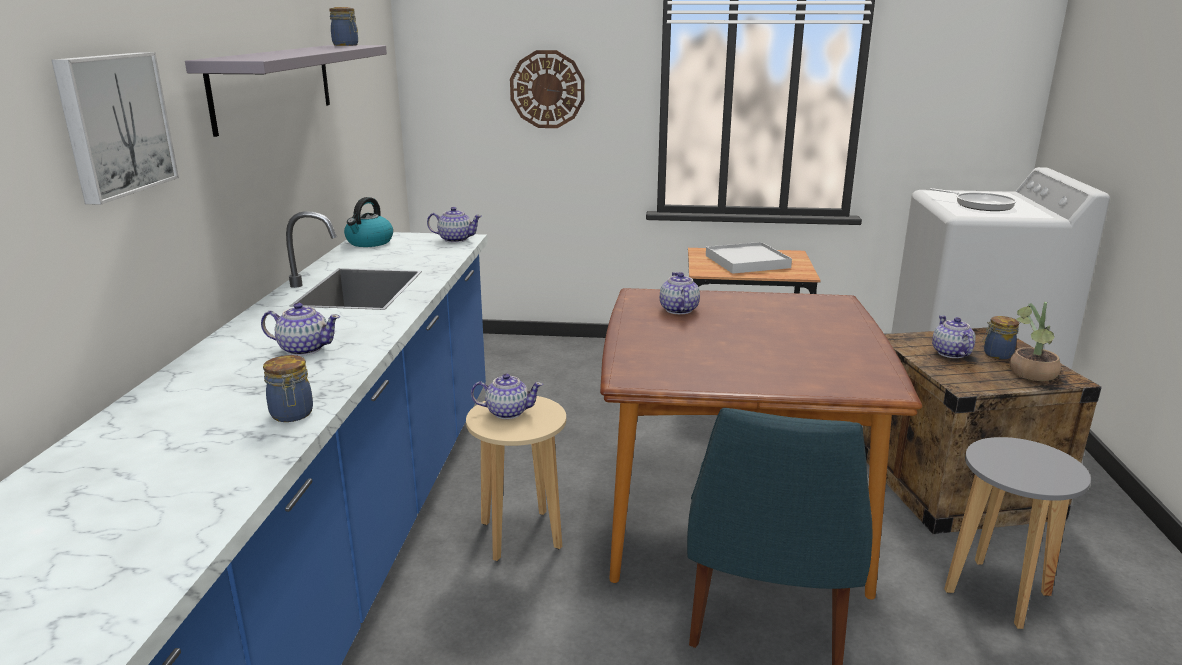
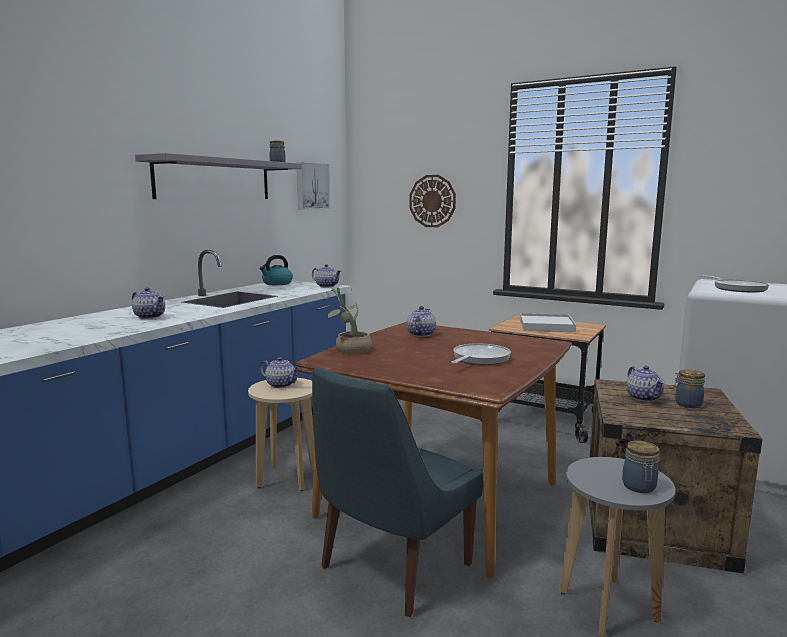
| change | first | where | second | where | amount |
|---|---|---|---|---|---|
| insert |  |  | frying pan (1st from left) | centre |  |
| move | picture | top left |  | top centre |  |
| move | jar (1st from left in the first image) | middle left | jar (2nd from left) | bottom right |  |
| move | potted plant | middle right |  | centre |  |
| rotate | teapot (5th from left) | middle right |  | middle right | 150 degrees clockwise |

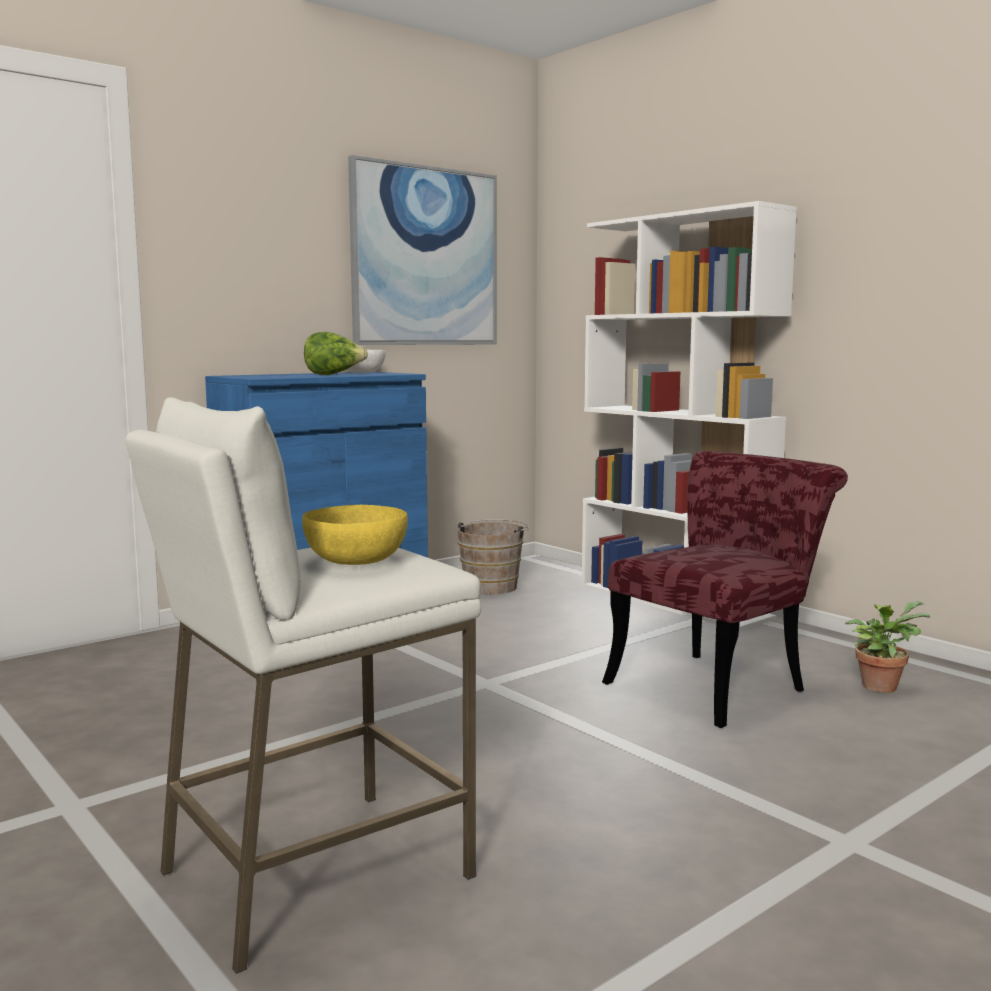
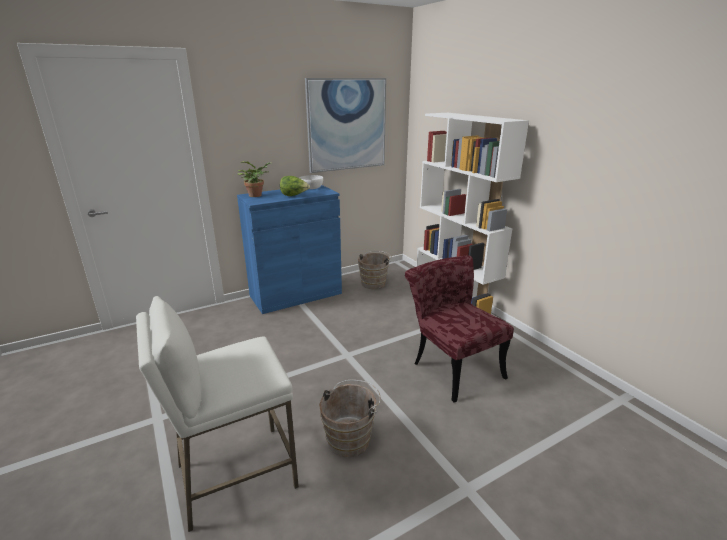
| change | first | where | second | where | amount |
|---|---|---|---|---|---|
| delete | yellow bowl | centre |  |  |  |
| insert |  |  | brown bucket (1st from left) | bottom centre |  |
| move | potted plant | middle right |  | top centre |  |
| rotate | red chair | middle right |  | centre | 90 degrees counterclockwise |

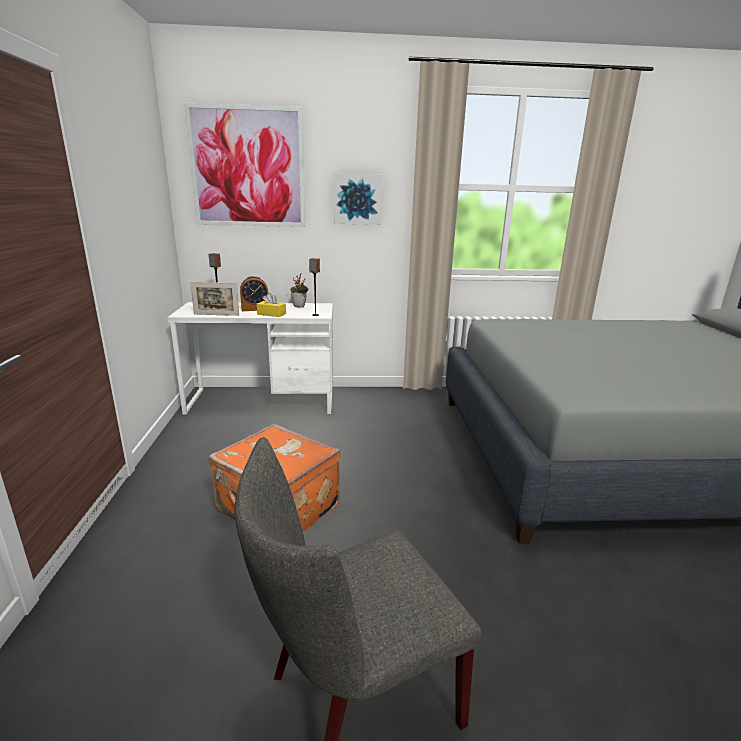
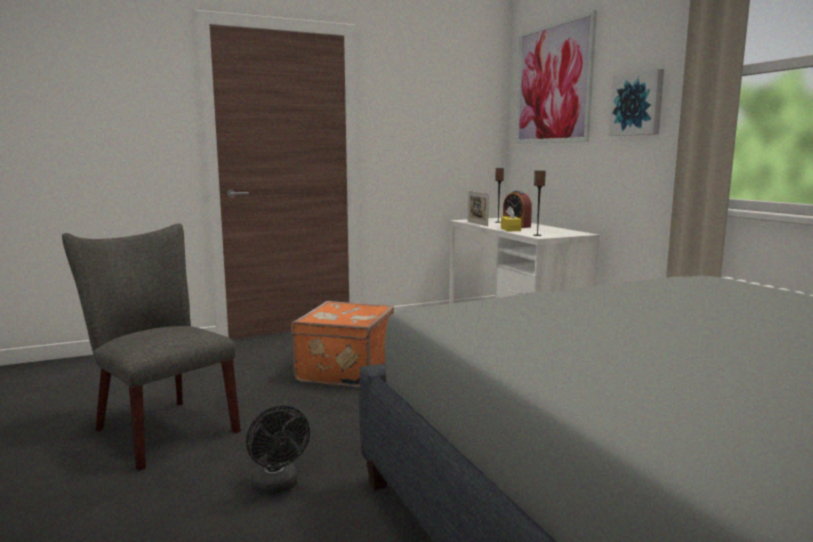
| change | first | where | second | where | amount |
|---|---|---|---|---|---|
| delete | potted plant | centre |  |  |  |
| insert |  |  | black fan | bottom centre |  |

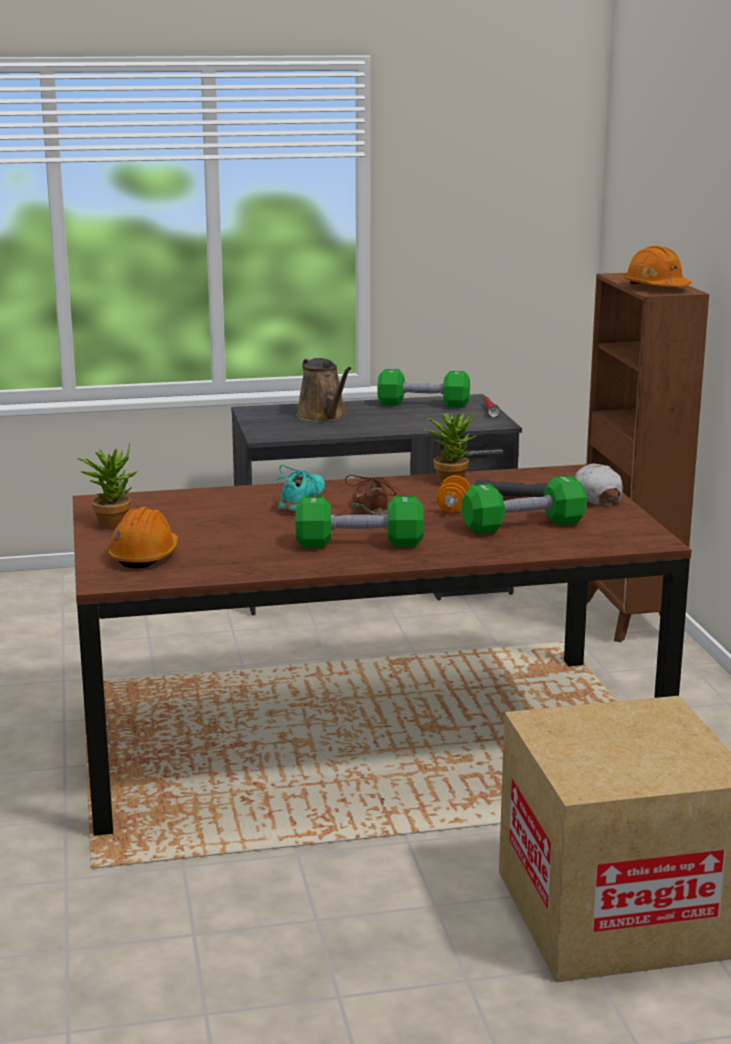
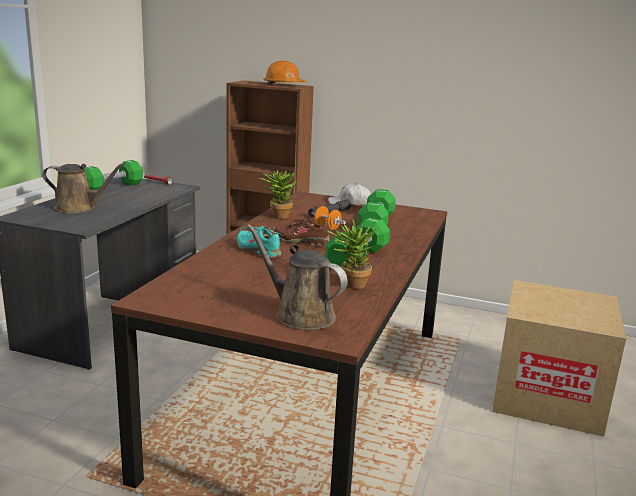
| change | first | where | second | where | amount |
|---|---|---|---|---|---|
| move | potted plant (1st from left in the first image) | middle left | potted plant (2nd from left) | centre |  |
| replace | orange hard hat (1st from left) | middle left | brown watering can (2nd from left) | centre |  |

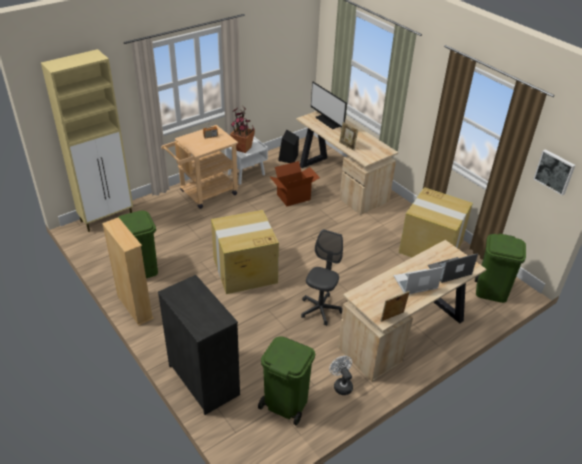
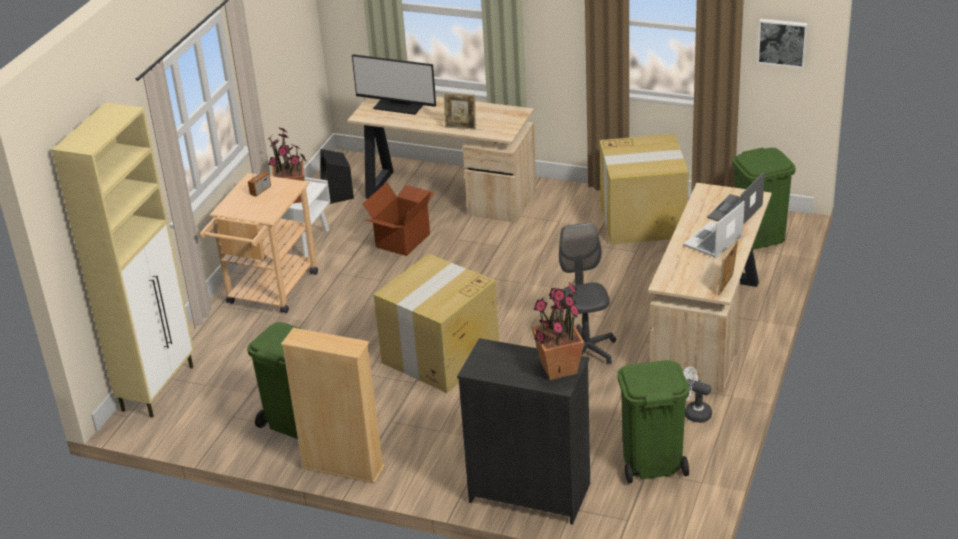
| change | first | where | second | where | amount |
|---|---|---|---|---|---|
| insert |  |  | potted plant (2nd from left) | centre |  |

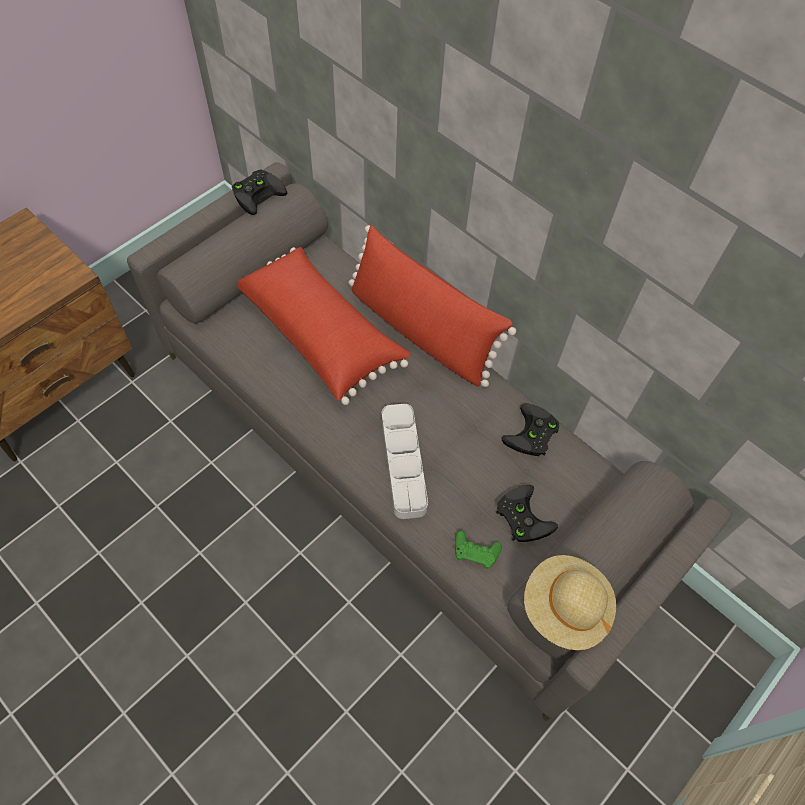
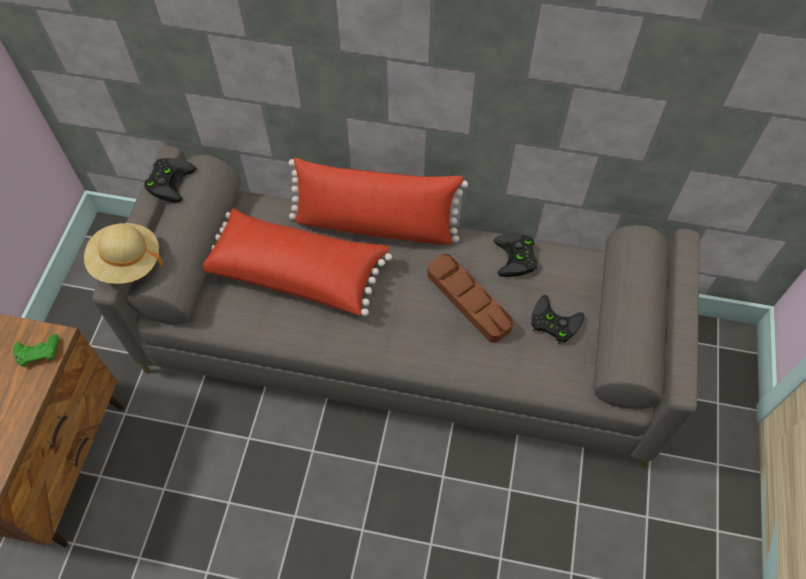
| change | first | where | second | where | amount |
|---|---|---|---|---|---|
| delete | grey tray | centre |  |  |  |
| insert |  |  | brown tray | centre |  |
| move | green game controller | bottom centre |  | middle left |  |
| move | beige hat | bottom right |  | middle left |  |

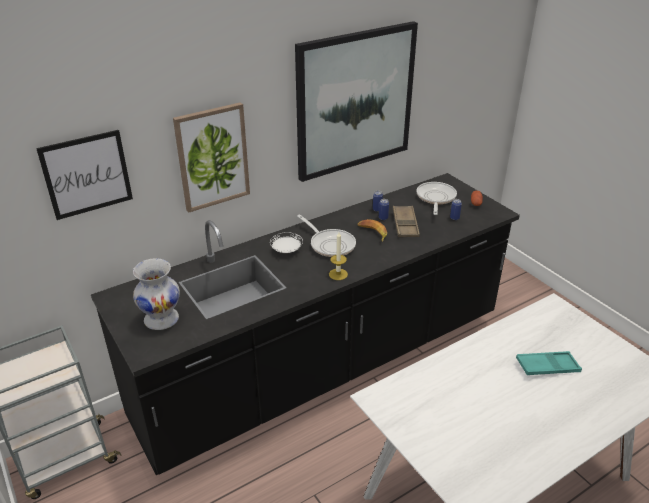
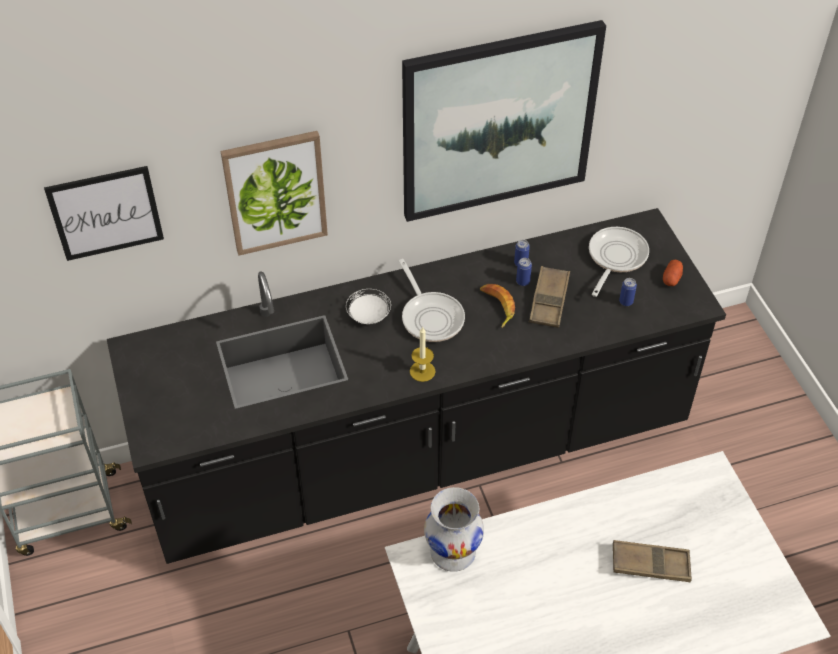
| change | first | where | second | where | amount |
|---|---|---|---|---|---|
| move | white vase | middle left |  | bottom centre |  |
| recolor | turquoise tray | bottom right | brown tray (2nd from left) | bottom right |  |

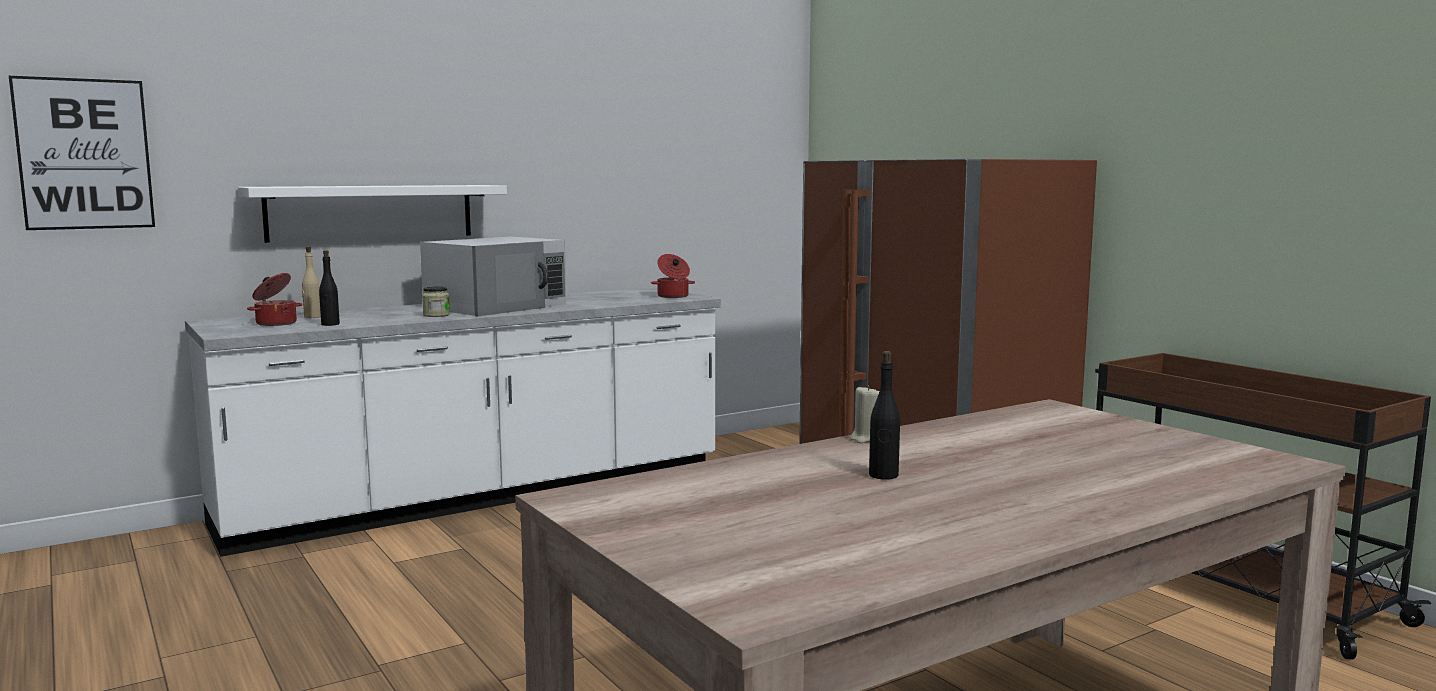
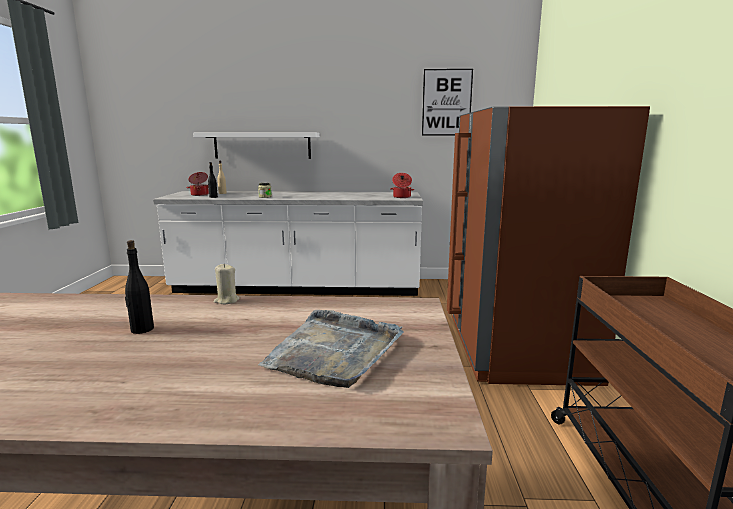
| change | first | where | second | where | amount |
|---|---|---|---|---|---|
| delete | white microwave | centre |  |  |  |
| insert |  |  | grey tray | bottom centre |  |
| move | picture | top left |  | top centre |  |

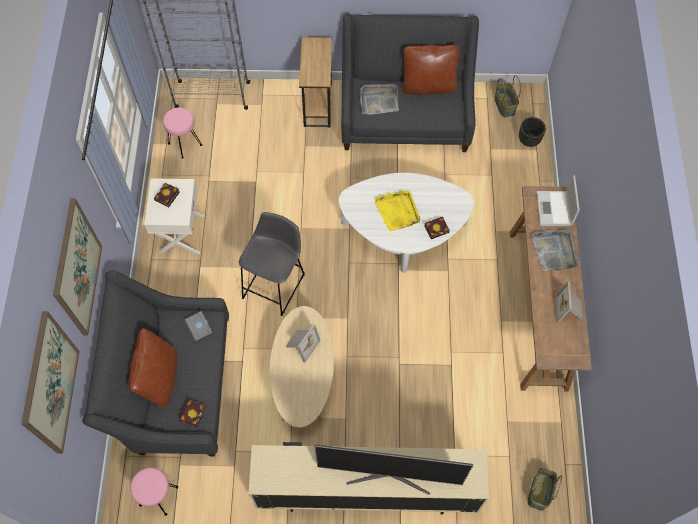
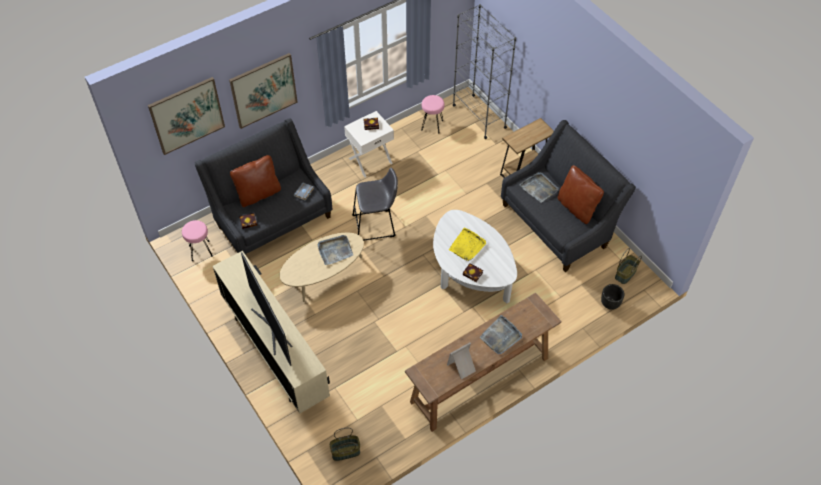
| change | first | where | second | where | amount |
|---|---|---|---|---|---|
| delete | laptop | middle right |  |  |  |
| replace | picture frame (1st from left) | centre | grey tray (1st from left) | centre |  |

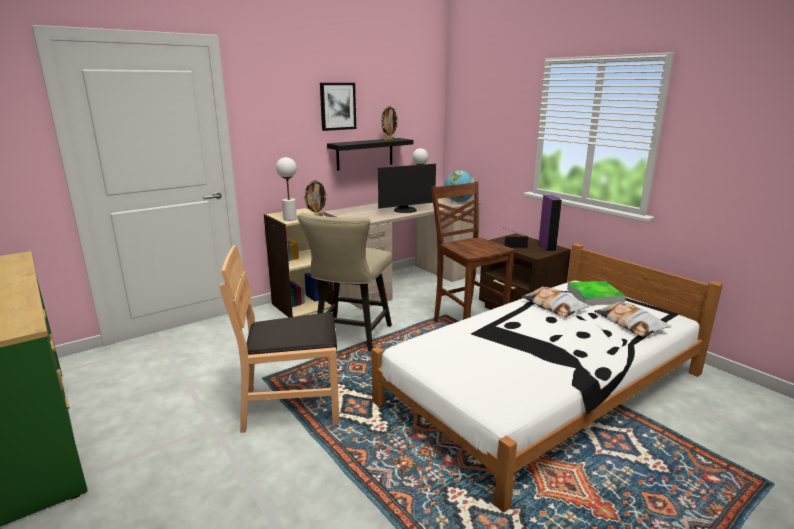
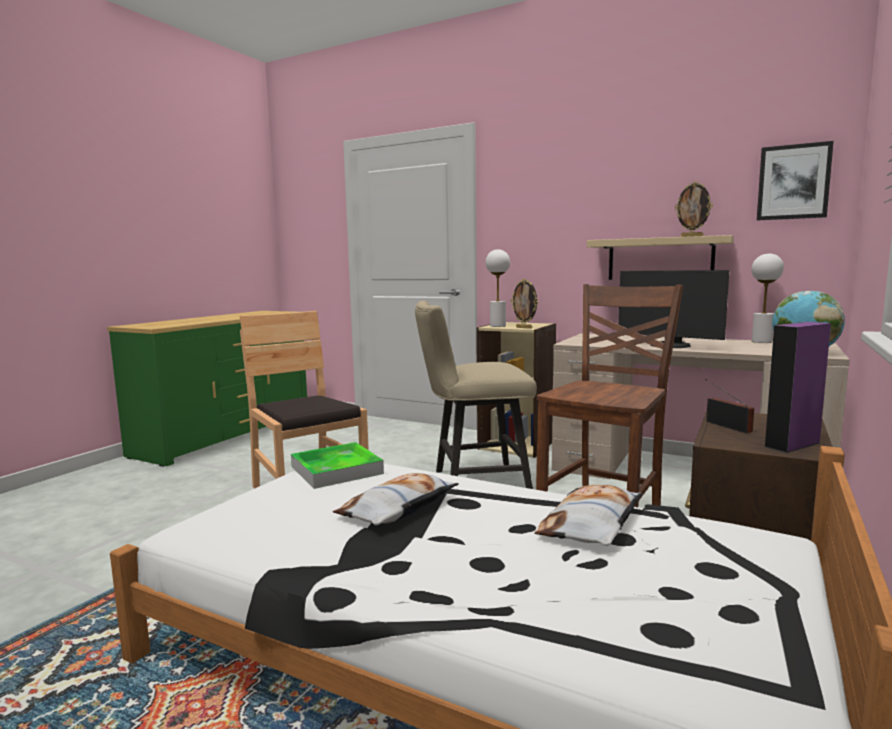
| change | first | where | second | where | amount |
|---|---|---|---|---|---|
| move | picture | top centre |  | top right |  |
| move | tray | middle right |  | centre |  |
| move | pillow (2nd from left in the first image) | middle right | pillow (1st from left) | bottom centre |  |
| recolor | black shelf | top centre | beige shelf | middle right |  |

